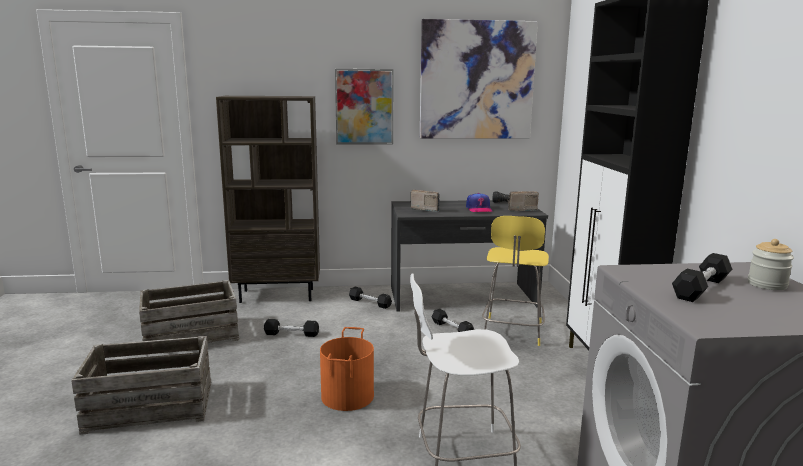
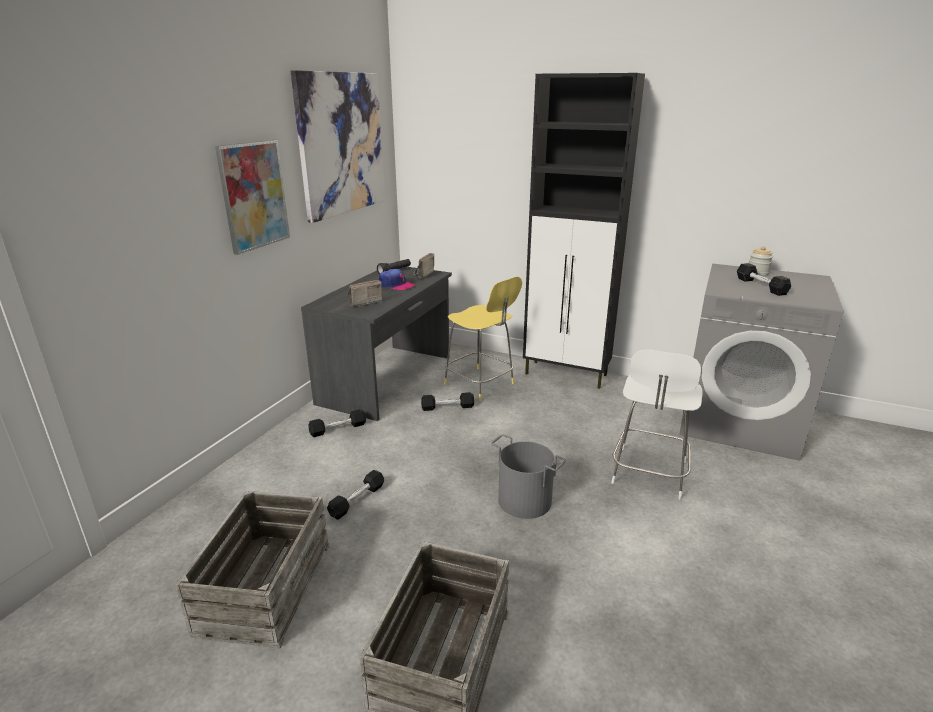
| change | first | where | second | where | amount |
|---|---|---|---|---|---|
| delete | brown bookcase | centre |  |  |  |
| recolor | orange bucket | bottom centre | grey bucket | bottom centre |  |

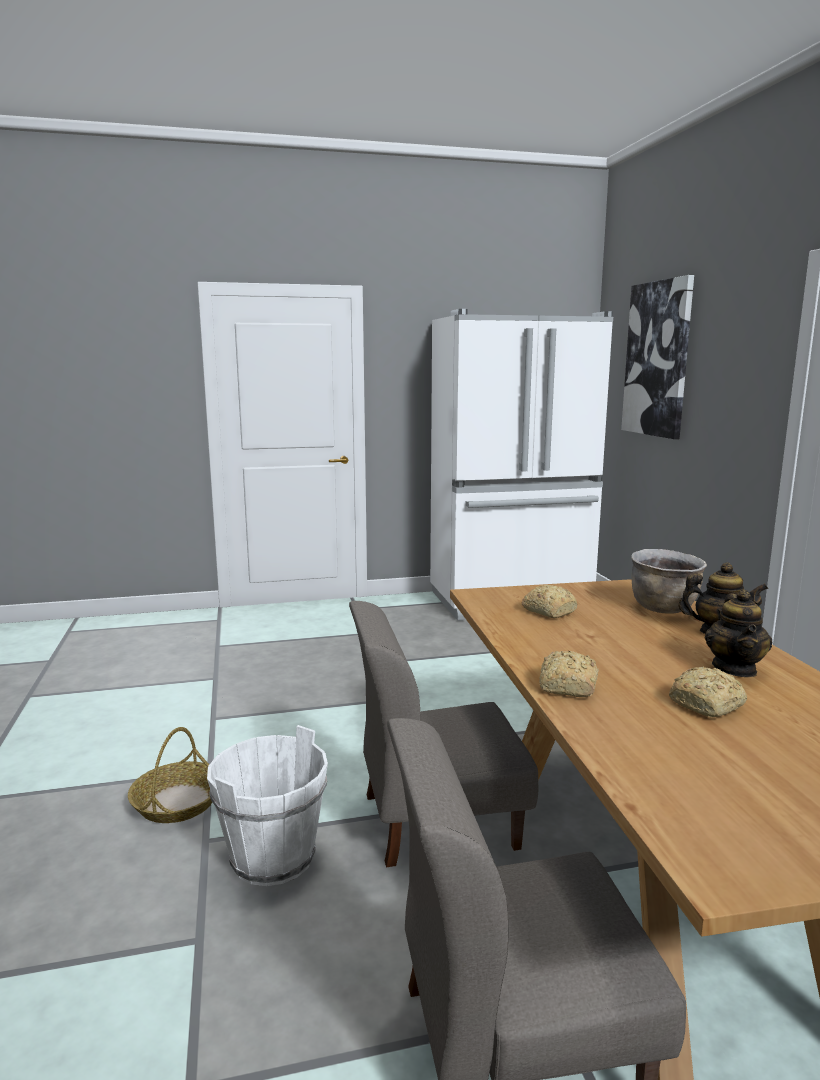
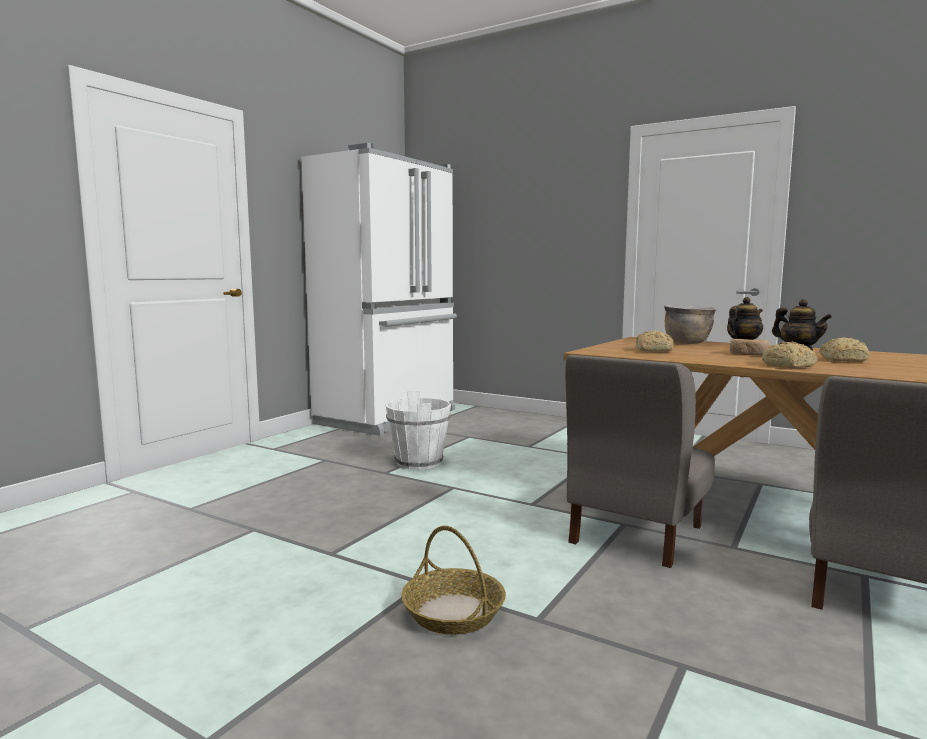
| change | first | where | second | where | amount |
|---|---|---|---|---|---|
| delete | picture | top right |  |  |  |
| insert |  |  | bread (2nd from left) | middle right |  |
| move | white bucket | bottom left |  | centre |  |

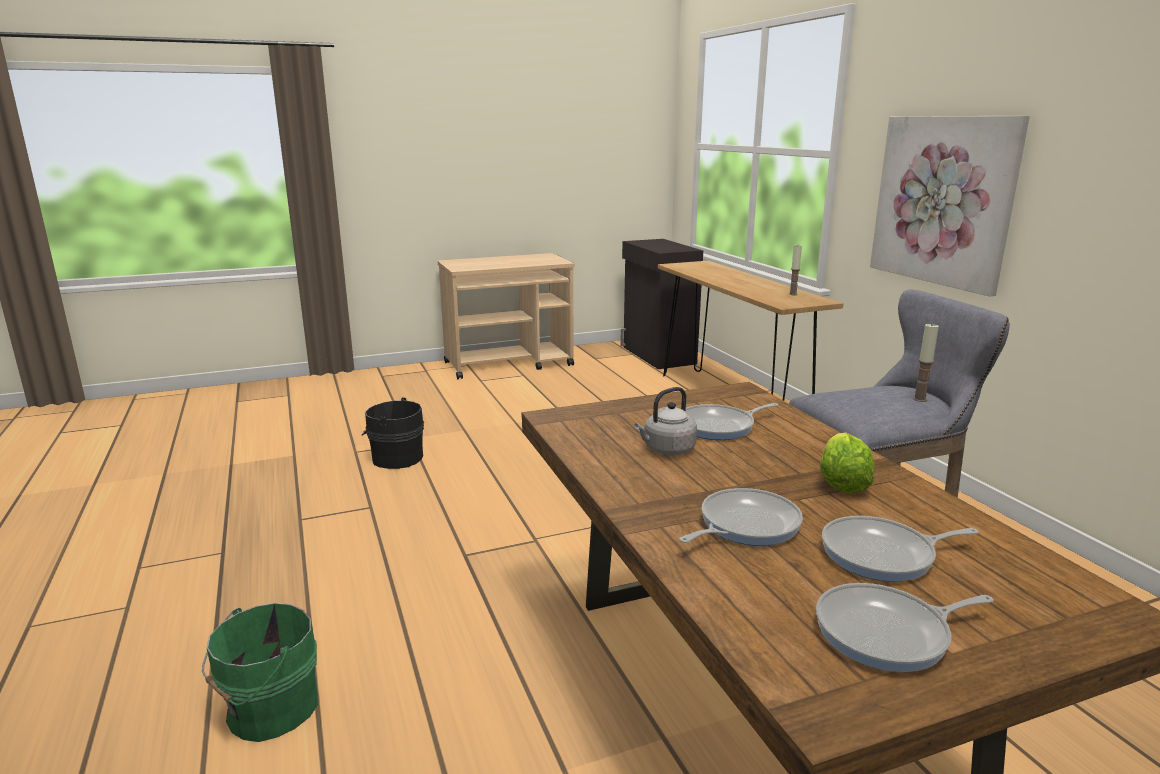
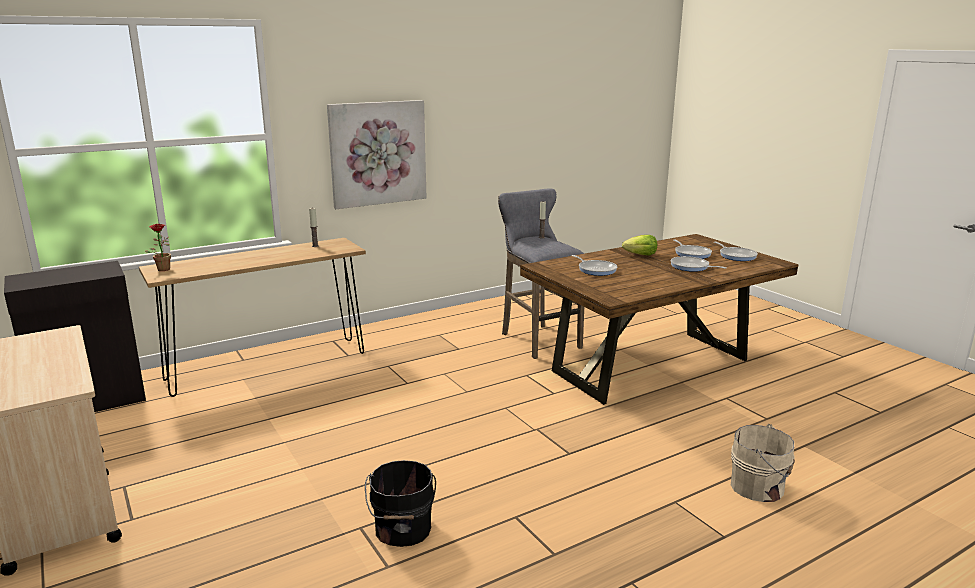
| change | first | where | second | where | amount |
|---|---|---|---|---|---|
| delete | grey kettle | centre |  |  |  |
| insert |  |  | potted plant | middle left |  |
| recolor | green bucket | bottom left | beige bucket | bottom right |  |

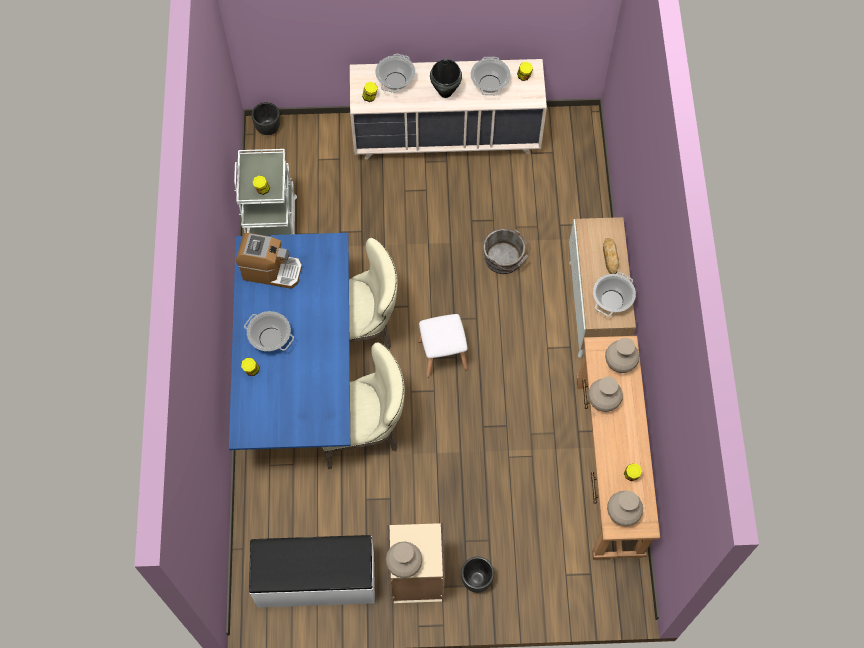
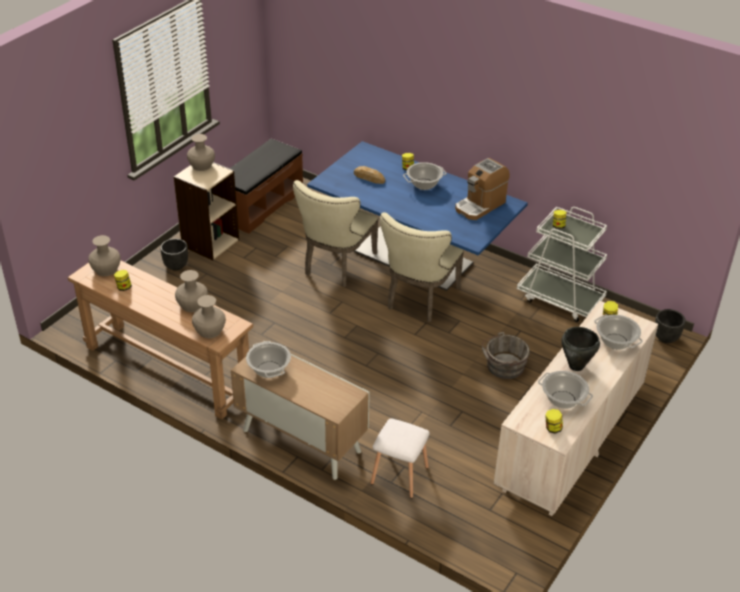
| change | first | where | second | where | amount |
|---|---|---|---|---|---|
| move | white stool | centre |  | bottom centre |  |
| move | grey bucket | centre |  | middle right |  |
| move | bread | middle right |  | top centre |  |
| recolor | white bench | bottom centre | brown bench | top centre |  |

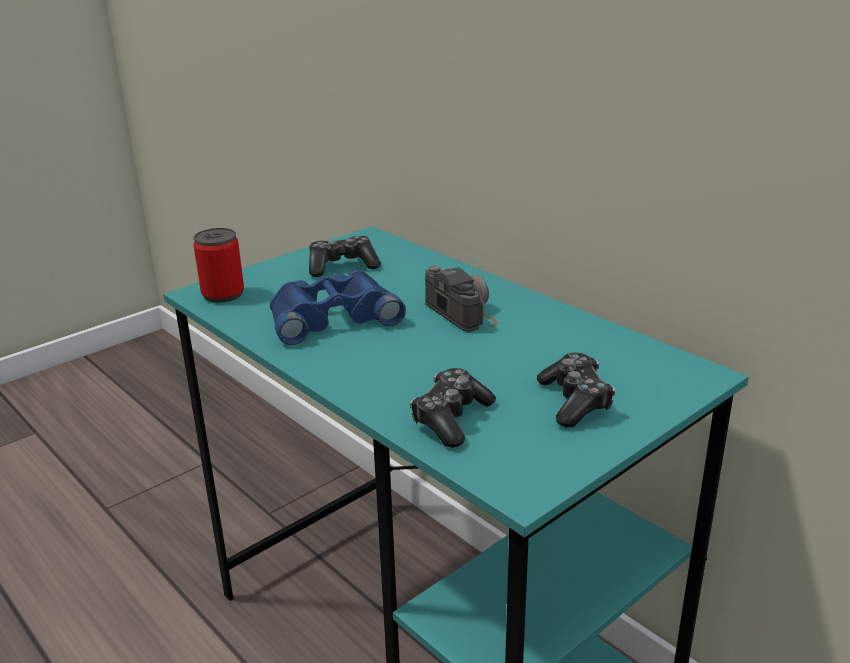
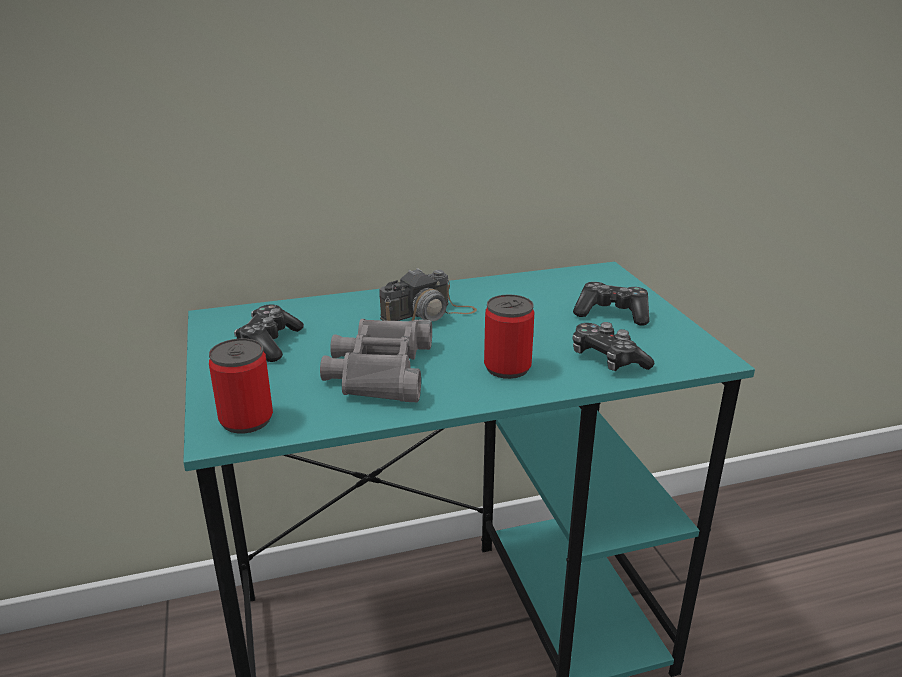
| change | first | where | second | where | amount |
|---|---|---|---|---|---|
| insert |  |  | can (2nd from left) | centre |  |
| recolor | blue binoculars | centre | grey binoculars | centre |  |
| rotate | photo camera | centre |  | centre | 150 degrees clockwise |

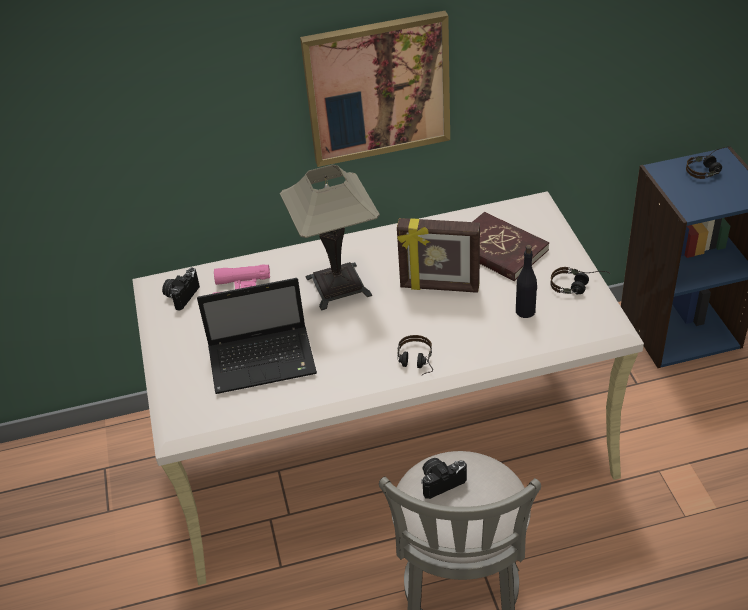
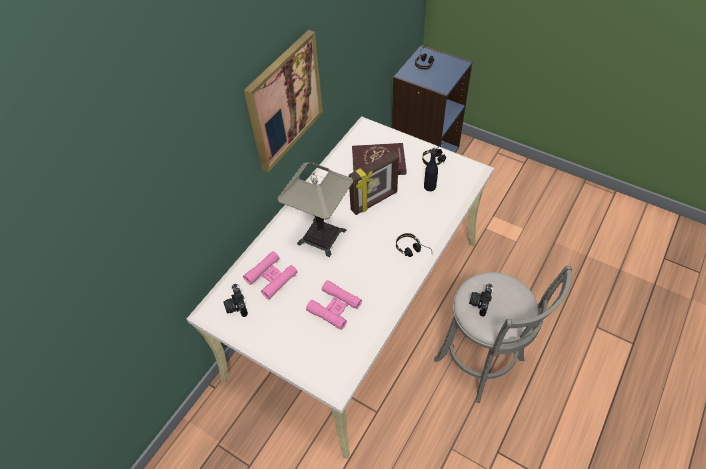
| change | first | where | second | where | amount |
|---|---|---|---|---|---|
| replace | laptop | centre | pink binoculars (2nd from left) | centre |  |

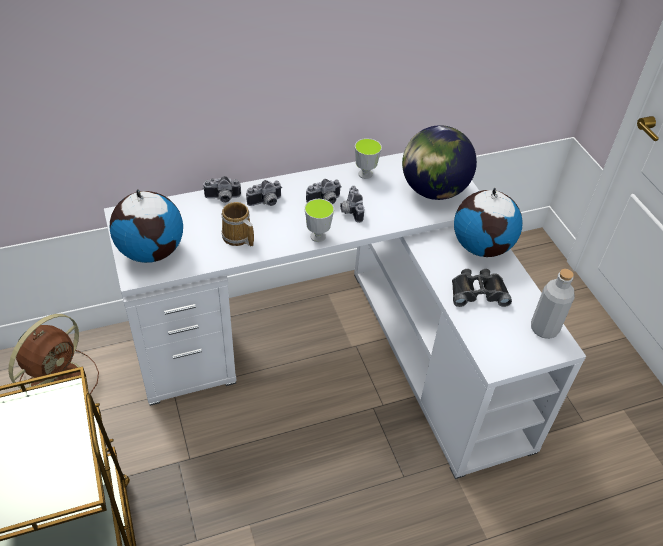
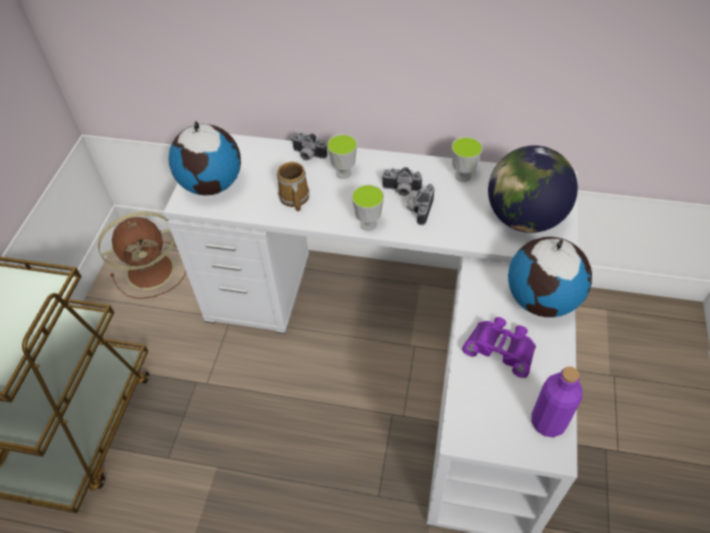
| change | first | where | second | where | amount |
|---|---|---|---|---|---|
| replace | photo camera (2nd from left) | centre | cup (1st from left) | top centre |  |
| recolor | black binoculars | middle right | purple binoculars | middle right |  |
| recolor | grey bottle | middle right | purple bottle | bottom right |  |

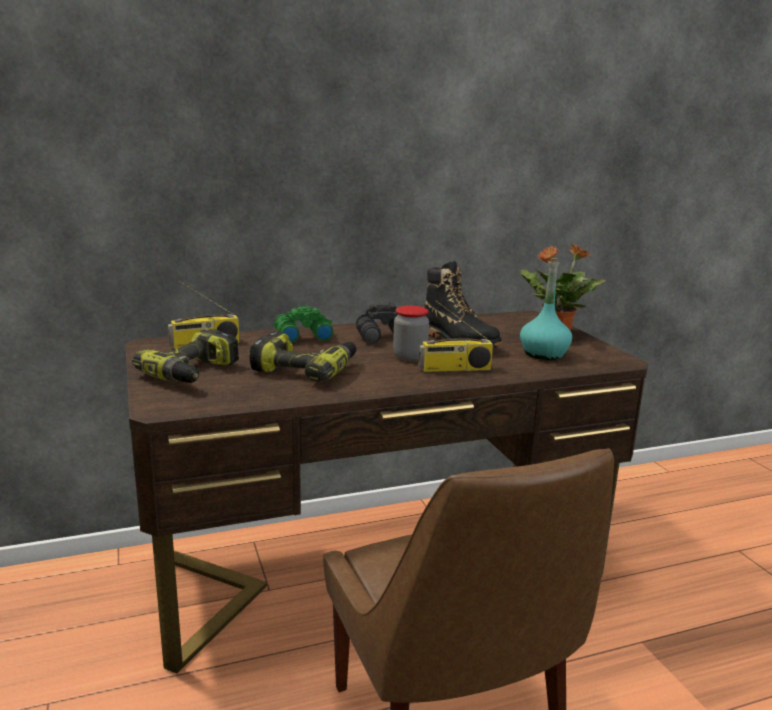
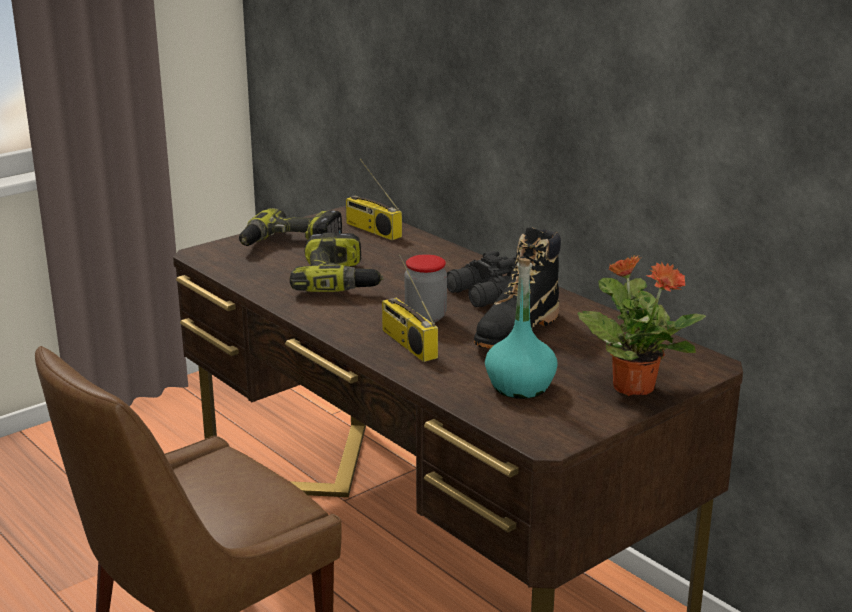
| change | first | where | second | where | amount |
|---|---|---|---|---|---|
| delete | green binoculars | centre |  |  |  |

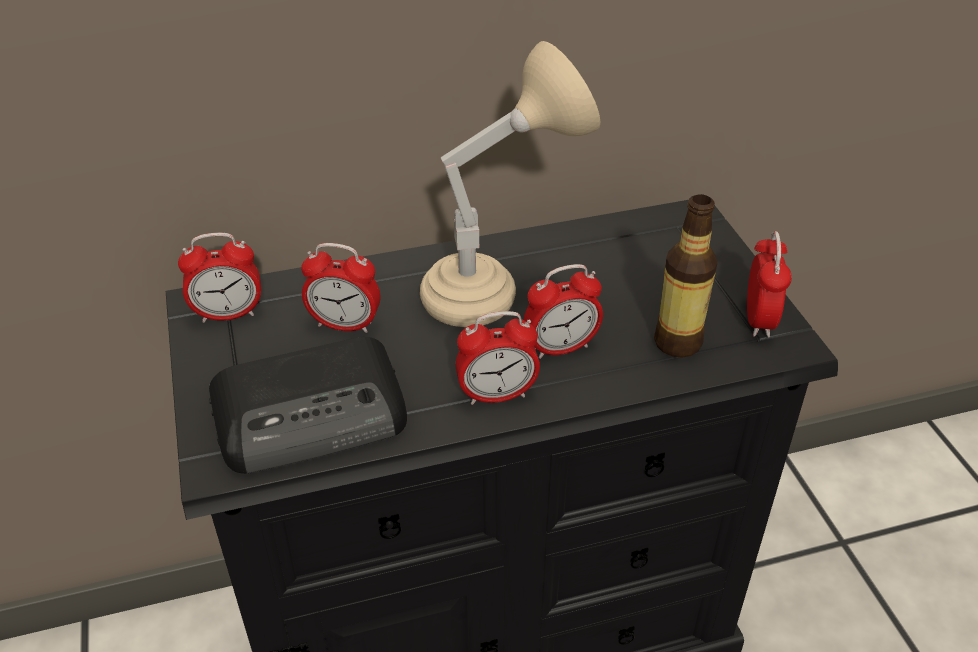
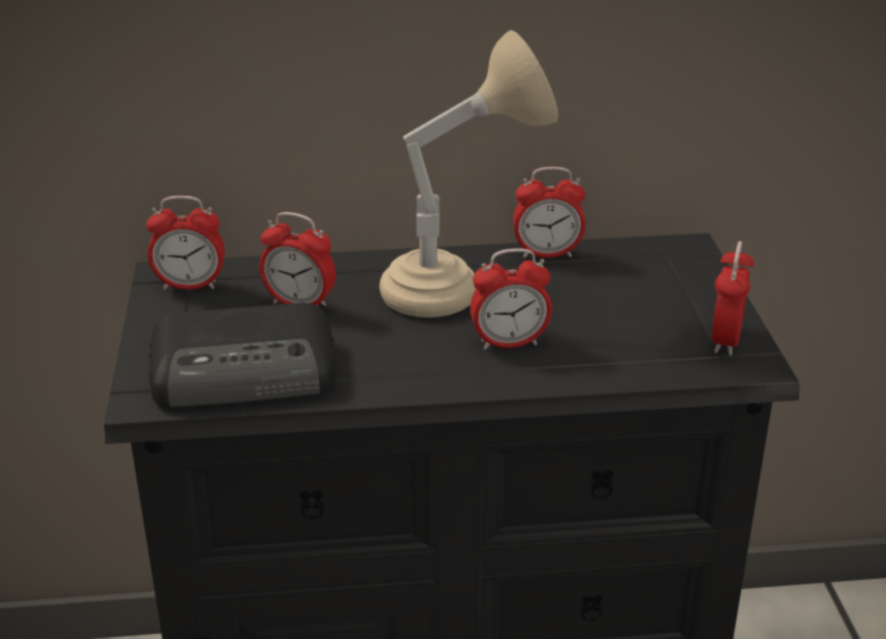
| change | first | where | second | where | amount |
|---|---|---|---|---|---|
| delete | bottle | middle right |  |  |  |
| move | alarm clock (3rd from left in the first image) | centre | alarm clock (4th from left) | top centre |  |

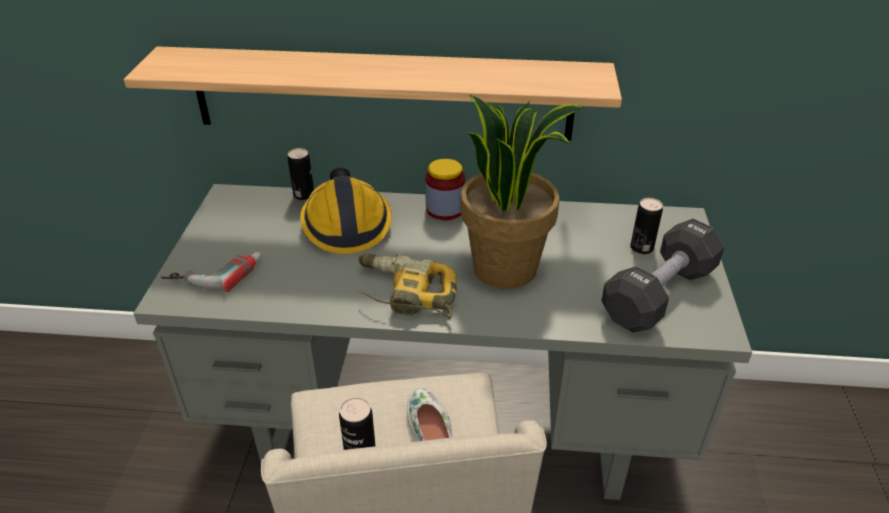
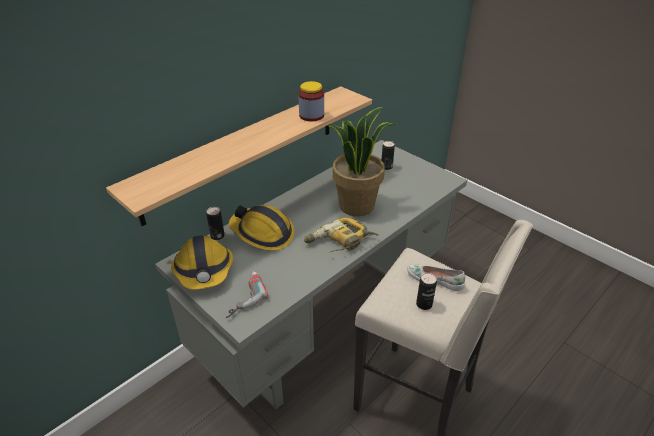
| change | first | where | second | where | amount |
|---|---|---|---|---|---|
| delete | black dumbbell | middle right |  |  |  |
| insert |  |  | hard hat (1st from left) | middle left |  |
| move | jar | centre |  | top centre |  |

